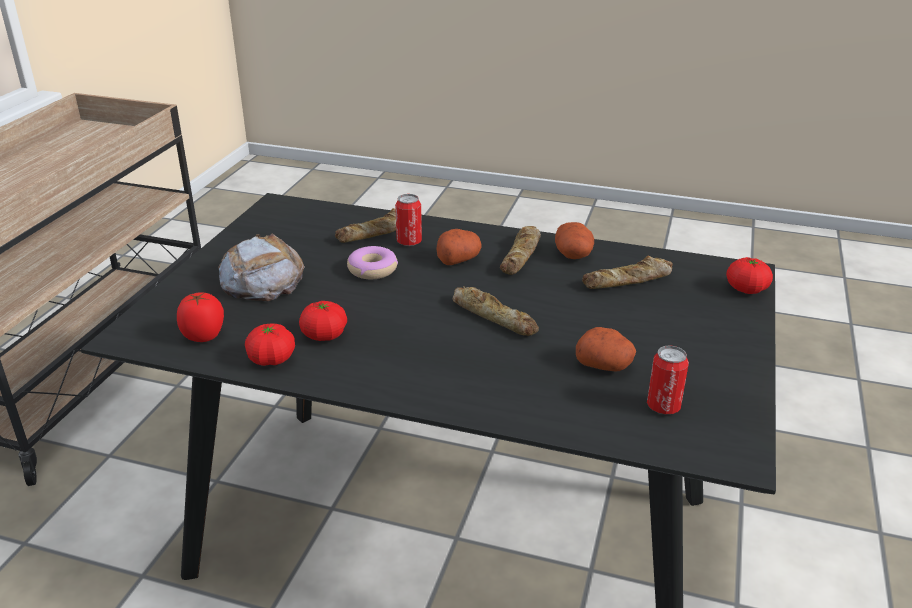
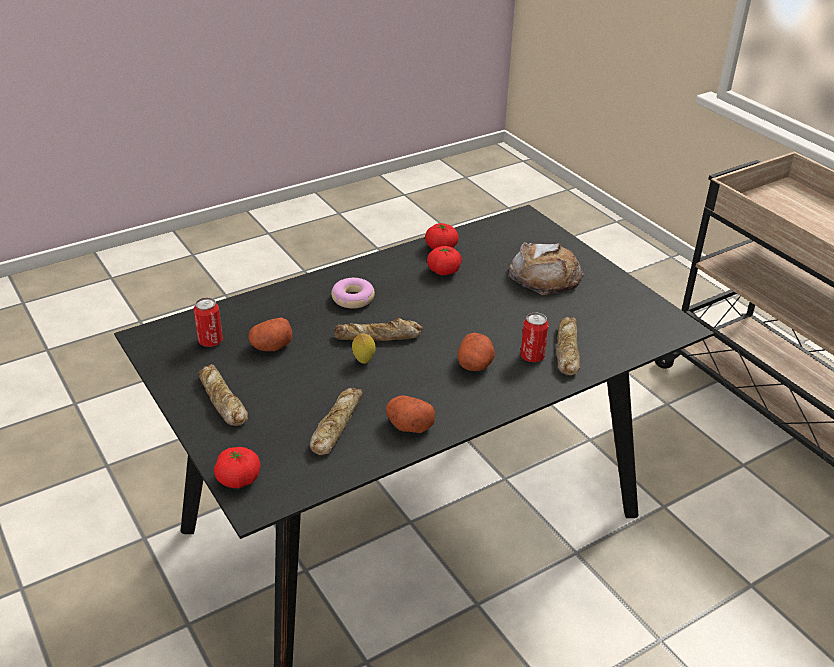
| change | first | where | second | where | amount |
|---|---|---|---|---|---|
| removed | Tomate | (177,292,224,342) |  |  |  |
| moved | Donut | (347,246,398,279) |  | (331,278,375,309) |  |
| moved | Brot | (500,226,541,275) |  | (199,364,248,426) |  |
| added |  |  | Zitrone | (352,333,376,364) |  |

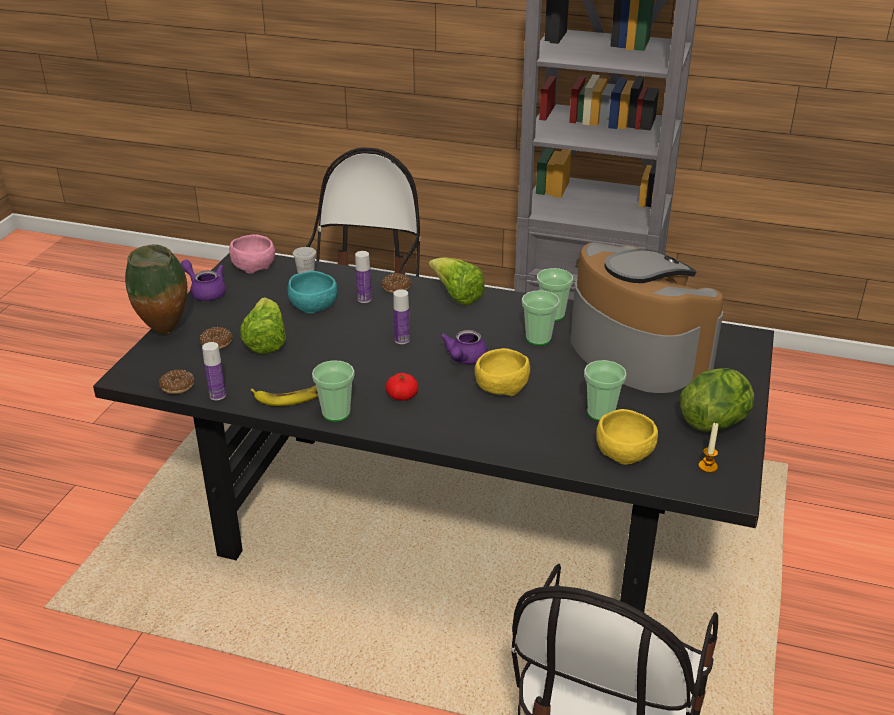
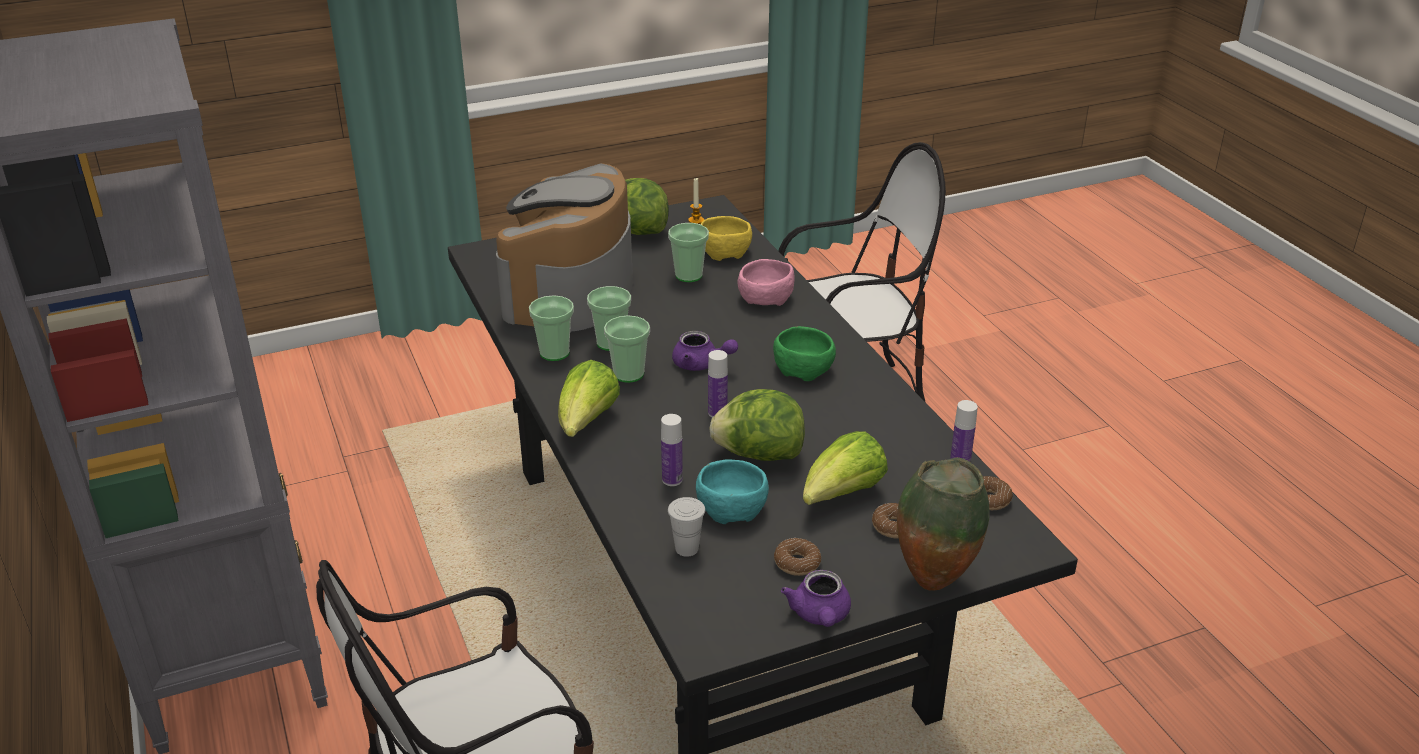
| change | first | where | second | where | amount |
|---|---|---|---|---|---|
| moved | Schüssel [rosa] | (229,234,275,274) |  | (737,259,795,306) |  |
| removed | Banane | (251,385,318,406) |  |  |  |
| moved | Tasse | (312,360,354,422) |  | (604,315,650,383) |  |
| moved | Donut | (381,273,411,293) |  | (774,538,821,576) |  |
| replaced | Tomate | (386,373,418,401) | Schüssel [grün] | (773,326,836,381) |  |
| turned | Teekanne [lila] | (440,330,488,364) |  | (672,331,738,371) | 45 degrees clockwise |
| removed | Schüssel [gelb] | (475,348,530,396) |  |  |  |
| added |  |  | Salatkopf | (709,389,805,461) |  |

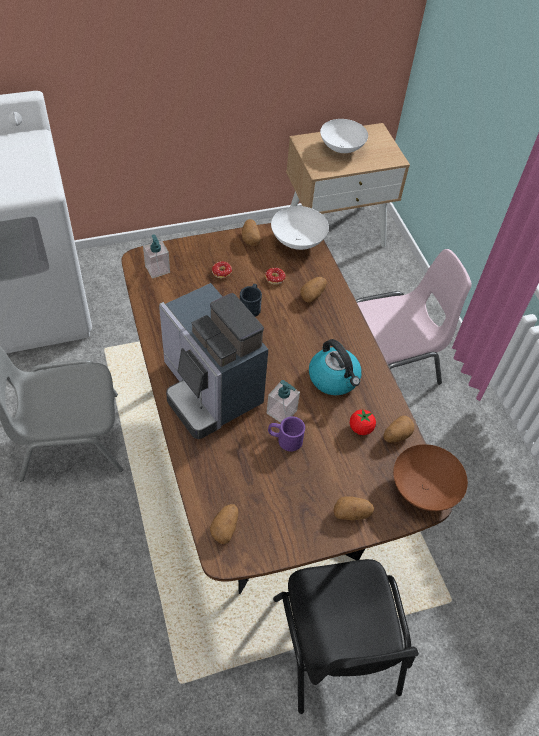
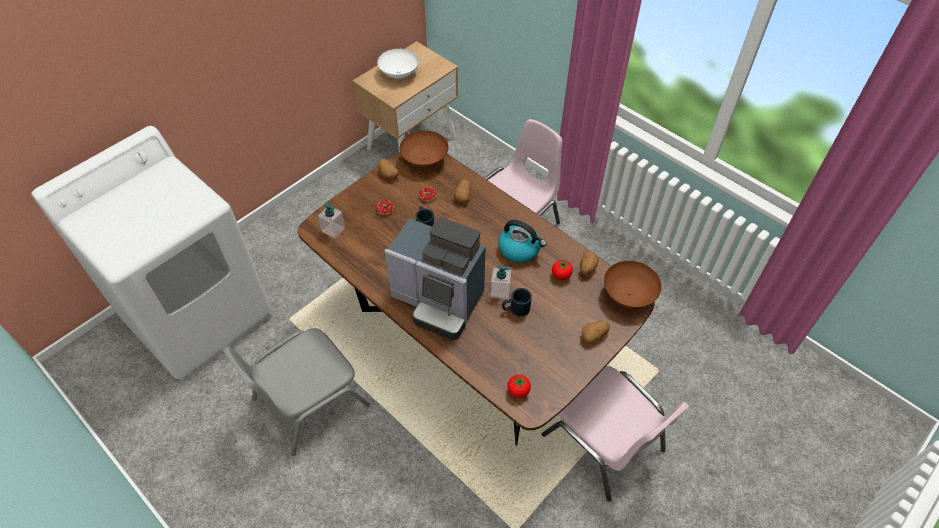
| change | first | where | second | where | amount |
|---|---|---|---|---|---|
| replaced | Kartoffel | (210,504,238,544) | Tomate | (507,374,531,398) |  |
| recoloured | Henkelbecher [lila] | (268,416,305,451) | Henkelbecher [schwarz] | (502,288,532,316) |  |
| recoloured | Schüssel [weiß] | (271,206,329,250) | Schüssel [braun] | (400,131,449,168) |  |
| recoloured | Stuhl [schwarz] | (273,559,419,714) | Stuhl [rosa] | (542,366,689,502) |  |

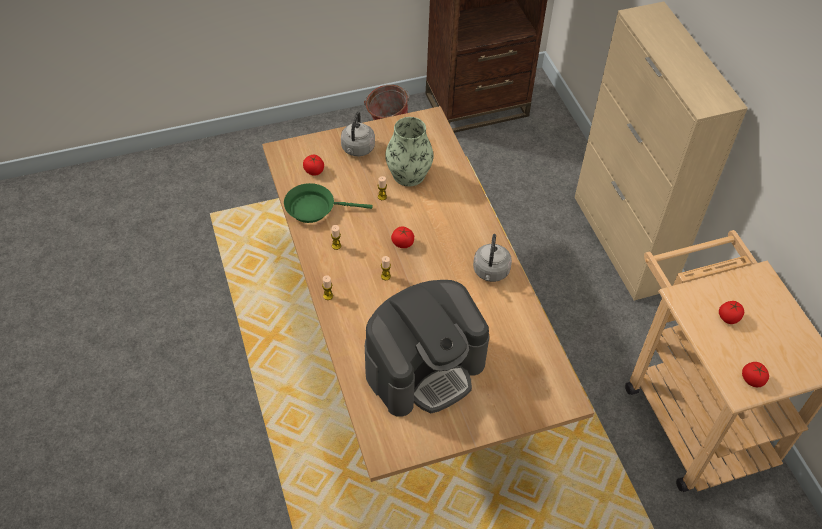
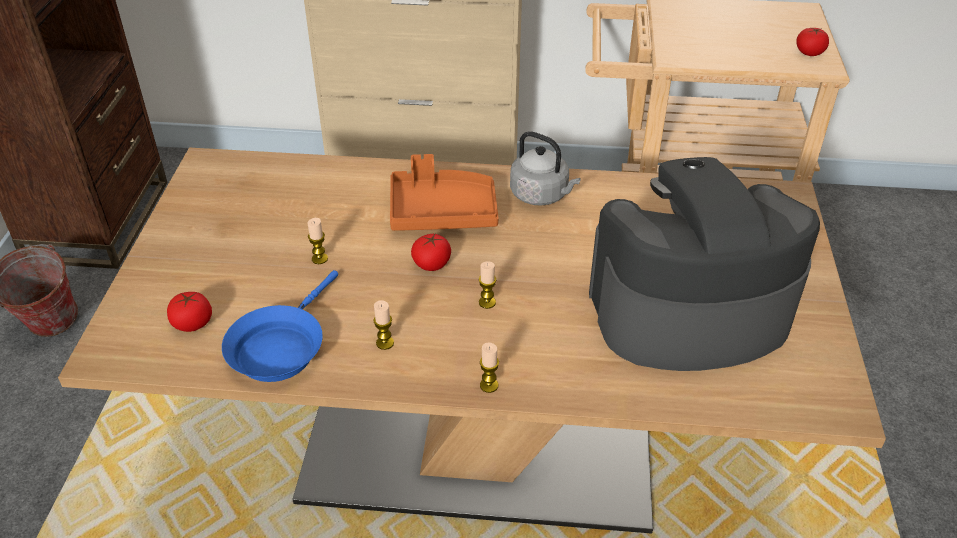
| change | first | where | second | where | amount |
|---|---|---|---|---|---|
| recoloured | Pfanne [grün] | (284,183,373,223) | Pfanne [blau] | (222,270,338,382) |  |
| removed | Wasserkessel [grau] | (341,112,375,156) |  |  |  |
| turned | Kaffeemaschine | (365,280,489,417) |  | (589,157,820,371) | 90 degrees counterclockwise |
| removed | Vase | (385,117,434,186) |  |  |  |
| removed | Tomate | (719,301,744,324) |  |  |  |
| added |  |  | Tablett [orange] | (390,154,499,231) |  |

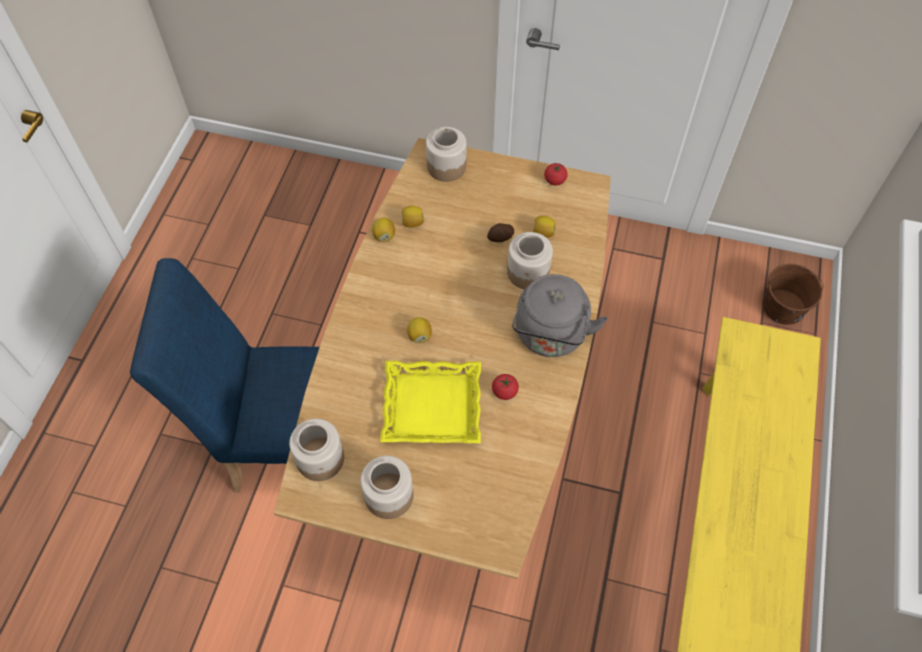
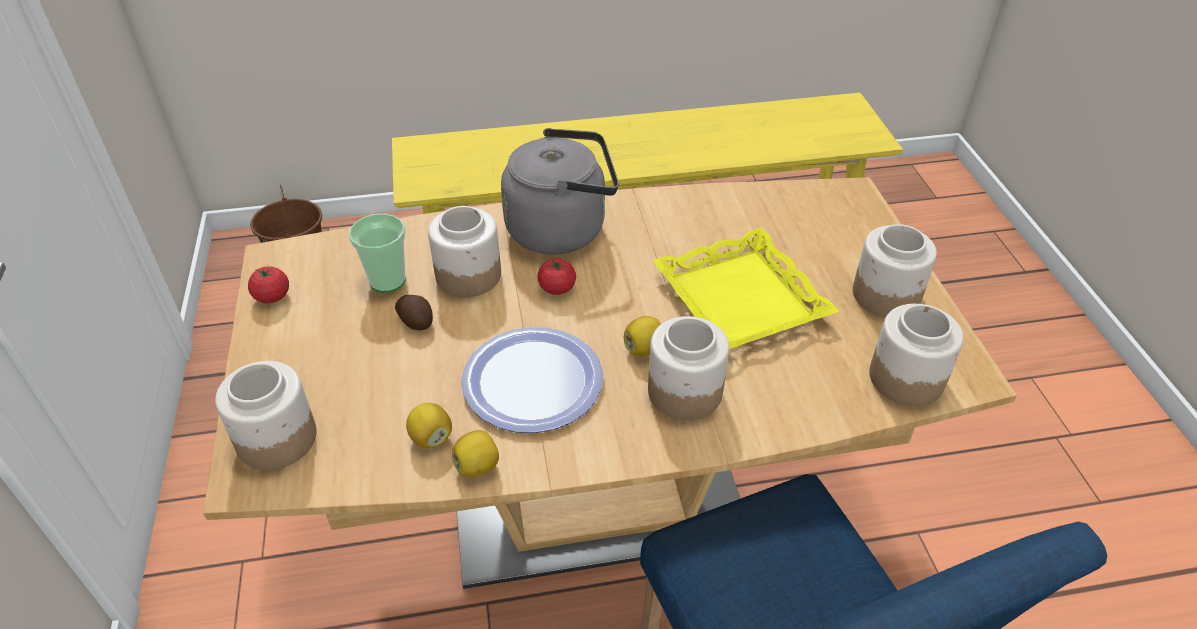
| change | first | where | second | where | amount |
|---|---|---|---|---|---|
| moved | Tomate | (492,374,519,400) |  | (537,258,576,295) |  |
| replaced | Zitrone | (533,216,555,238) | Tasse | (349,214,406,293) |  |
| added |  |  | Teller | (461,327,603,433) |  |
| added |  |  | Vorratsglas | (648,316,729,420) |  |

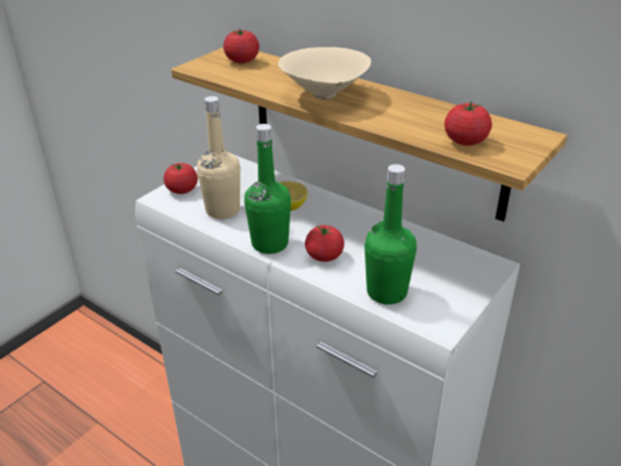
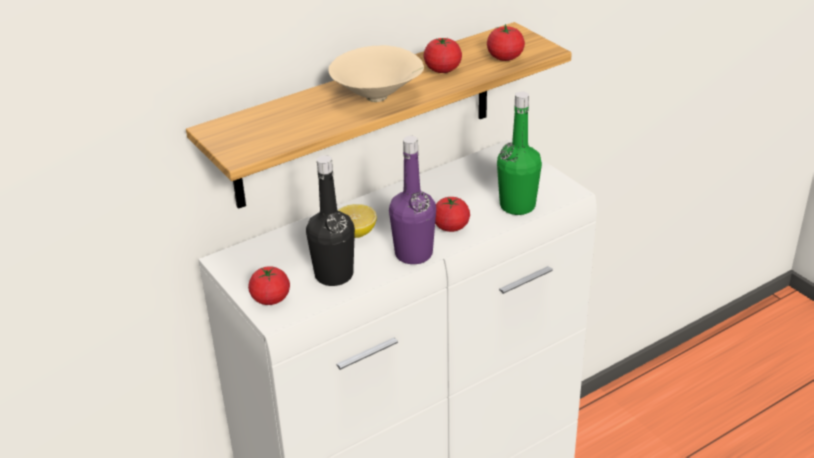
| change | first | where | second | where | amount |
|---|---|---|---|---|---|
| recoloured | Flasche [beige] | (197,96,240,219) | Flasche [schwarz] | (306,155,355,286) |  |
| moved | Tomate | (223,29,259,63) |  | (423,38,462,73) |  |
| recoloured | Flasche [grün] | (244,124,291,254) | Flasche [lila] | (389,136,436,264) |  |

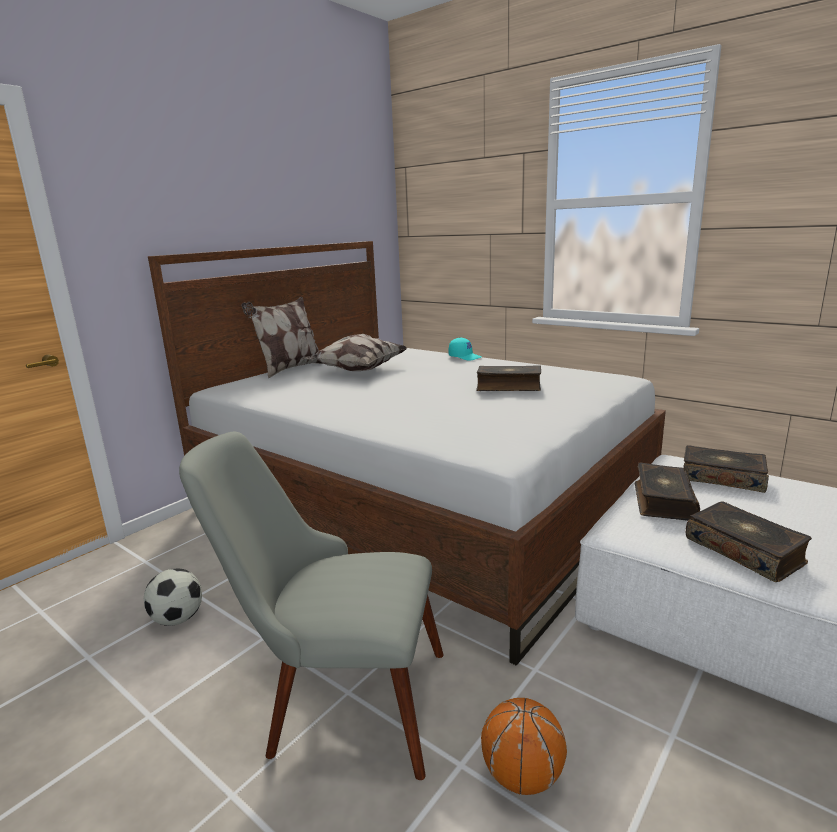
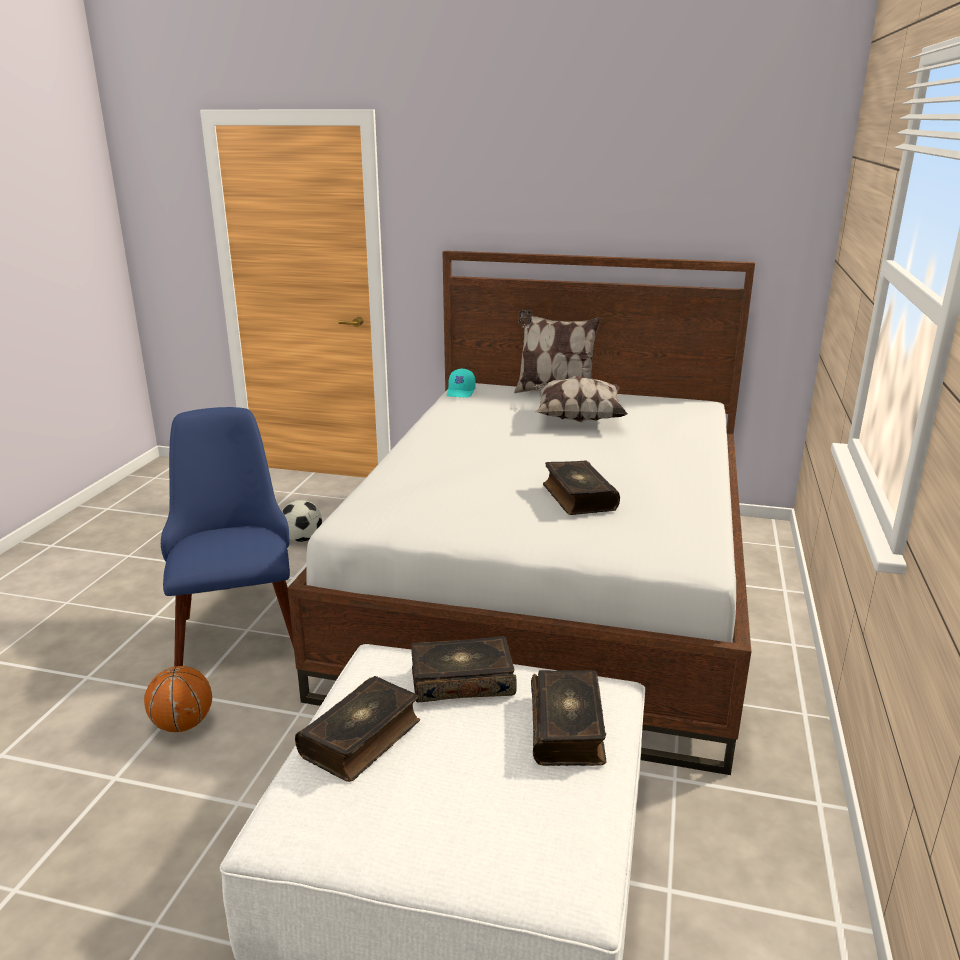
| change | first | where | second | where | amount |
|---|---|---|---|---|---|
| recoloured | Stuhl [grau] | (179,432,443,780) | Stuhl [blau] | (161,407,294,667) |  |
| moved | Kappe [türkis] | (449,337,482,361) |  | (447,369,476,398) |  |

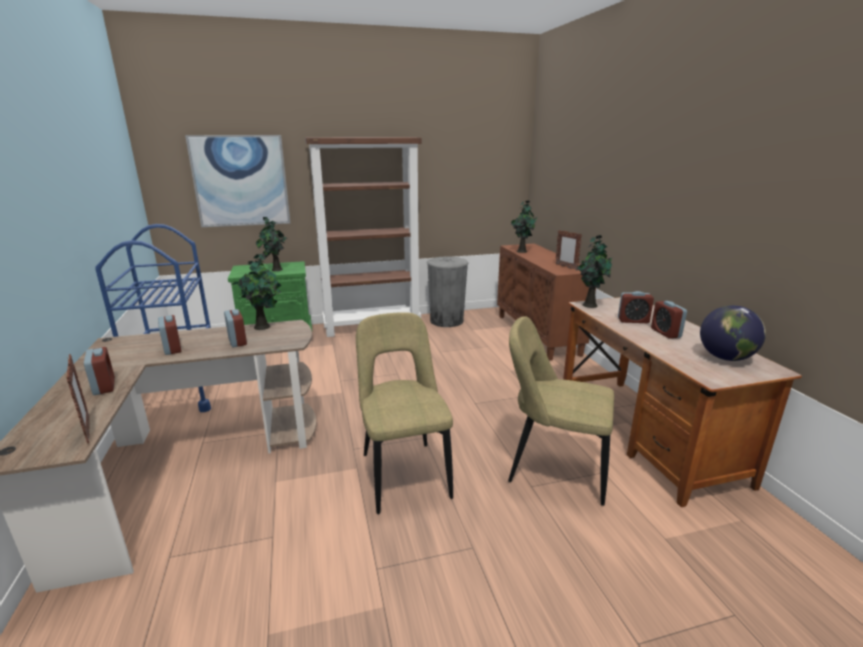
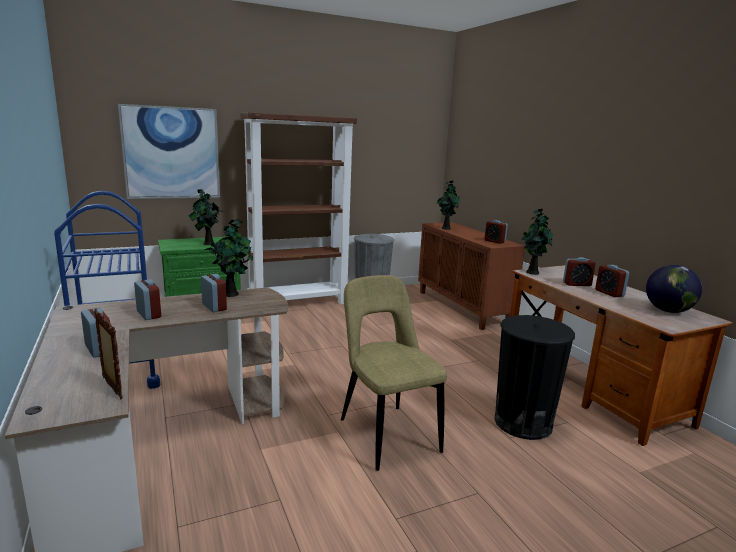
| change | first | where | second | where | amount |
|---|---|---|---|---|---|
| replaced | Stuhl [beige] | (508,316,614,506) | Mülleimer [schwarz] | (494,315,575,440) |  |
| replaced | Bilderrahmen | (555,230,582,269) | Wecker | (485,220,508,244) |  |

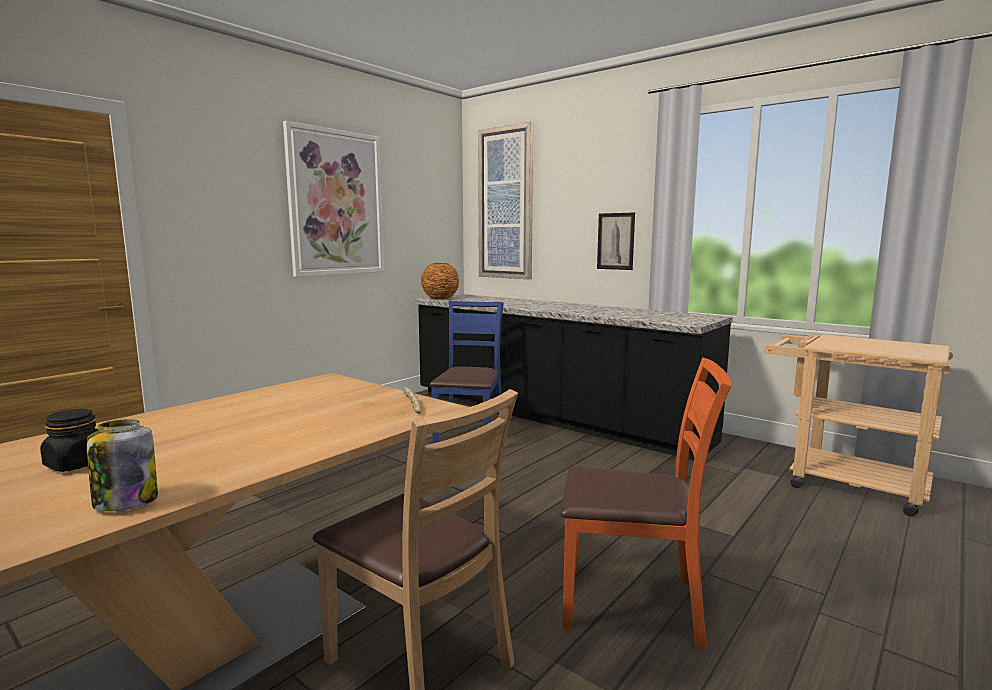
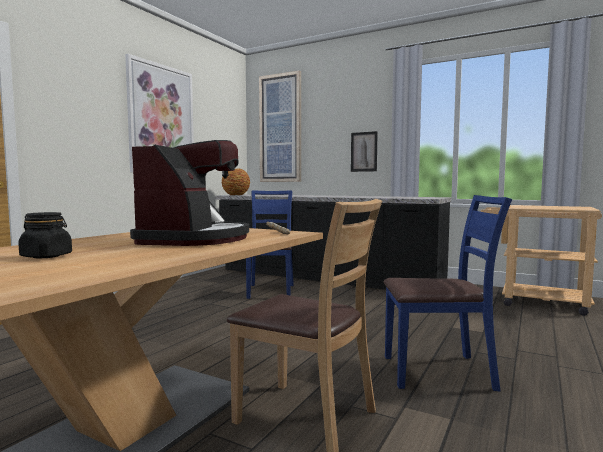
| change | first | where | second | where | amount |
|---|---|---|---|---|---|
| removed | Vorratsglas | (87,419,158,511) |  |  |  |
| recoloured | Stuhl [orange] | (561,358,732,651) | Stuhl [blau] | (384,195,512,392) |  |
| added |  |  | Kaffeemaschine | (130,140,249,246) |  |

